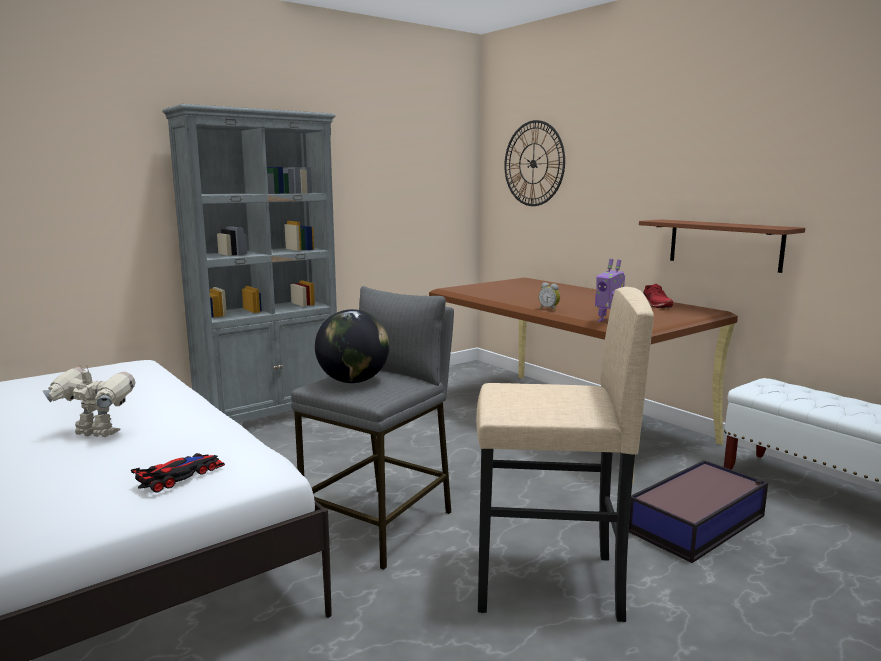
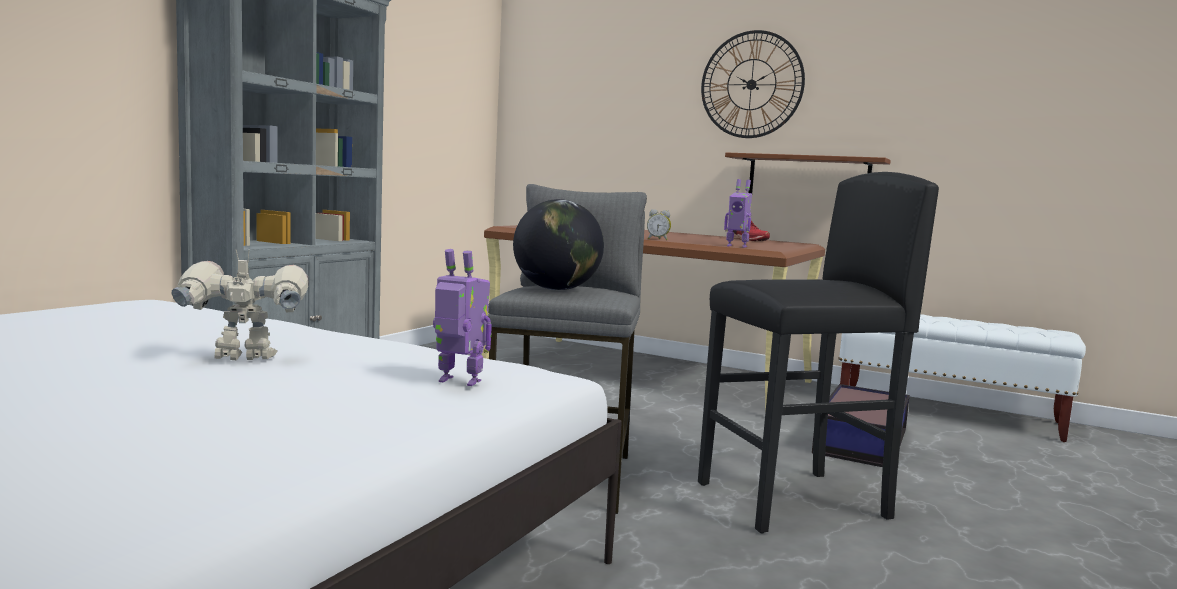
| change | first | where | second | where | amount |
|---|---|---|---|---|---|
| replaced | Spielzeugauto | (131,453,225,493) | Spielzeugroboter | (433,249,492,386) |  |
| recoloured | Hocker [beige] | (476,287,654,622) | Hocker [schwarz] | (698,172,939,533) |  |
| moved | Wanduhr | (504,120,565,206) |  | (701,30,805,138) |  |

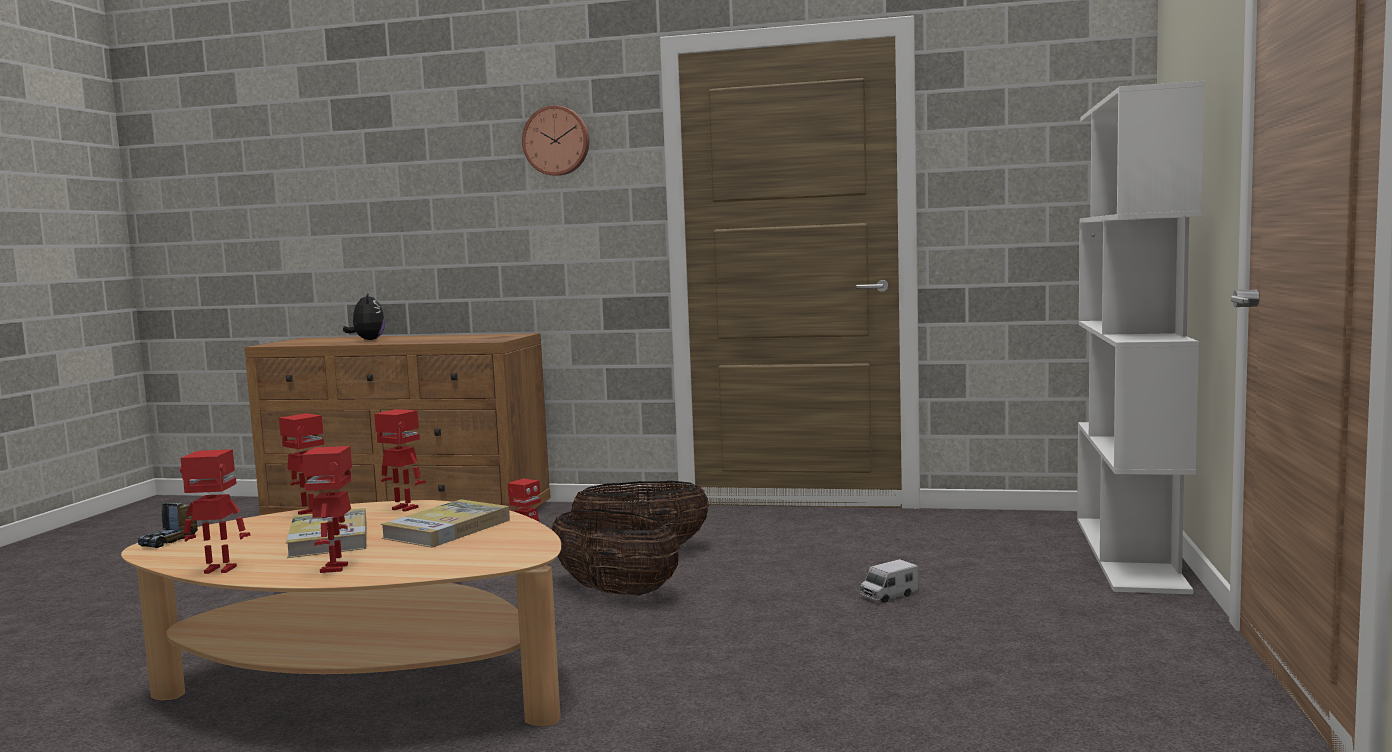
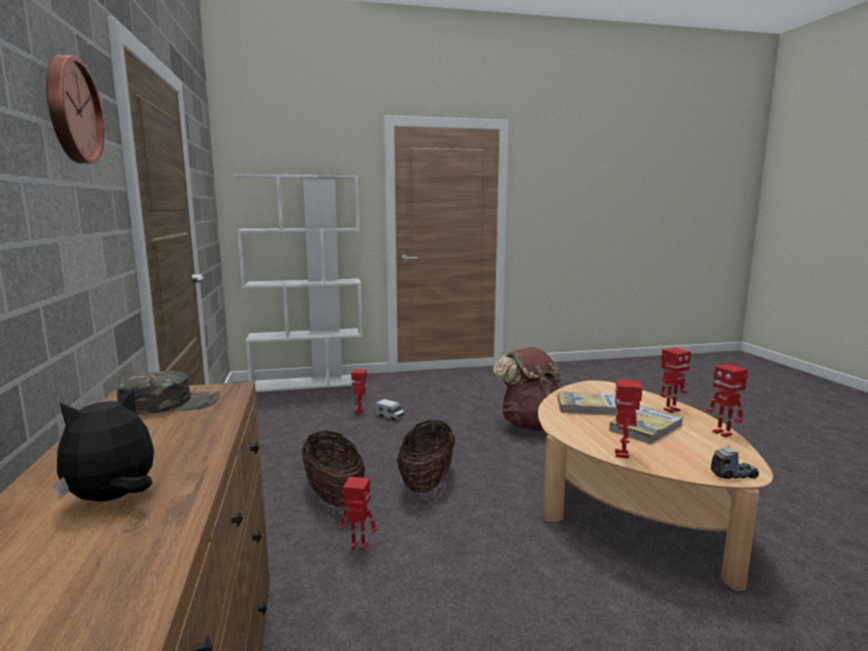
| change | first | where | second | where | amount |
|---|---|---|---|---|---|
| moved | Spielzeugroboter | (374,409,426,512) |  | (351,369,367,414) |  |
| added |  |  | Kappe [grün] | (117,370,220,415) |  |
| added |  |  | Rucksack [braun] | (493,347,564,431) |  |

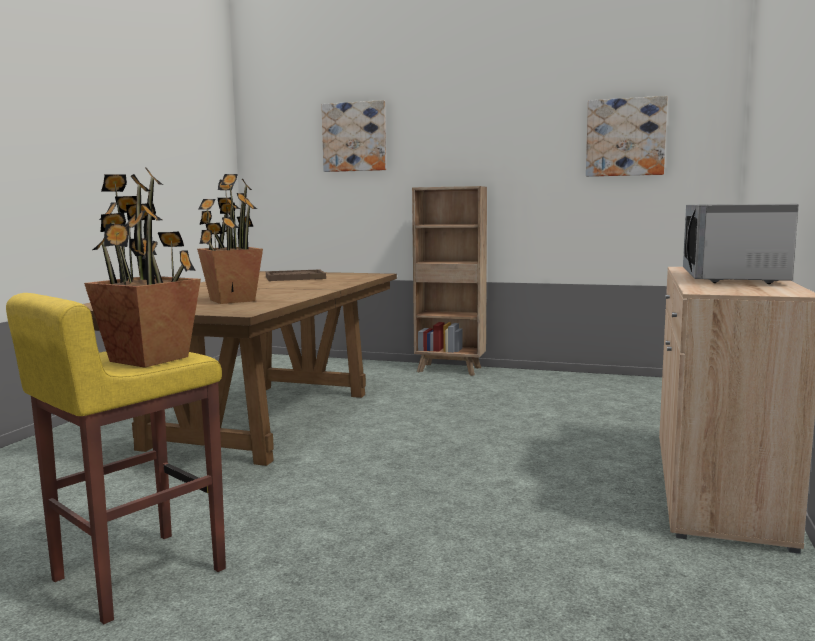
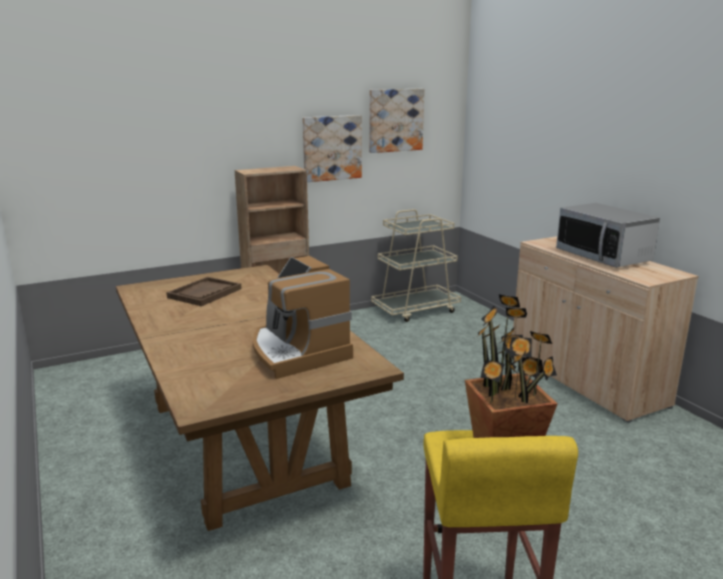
| change | first | where | second | where | amount |
|---|---|---|---|---|---|
| replaced | Topfpflanze | (197,174,263,304) | Kaffeemaschine | (253,256,353,379) |  |
| moved | Bild | (321,100,386,172) |  | (303,115,362,182) |  |
| added |  |  | Rollwagen [beige] | (371,209,461,322) |  |

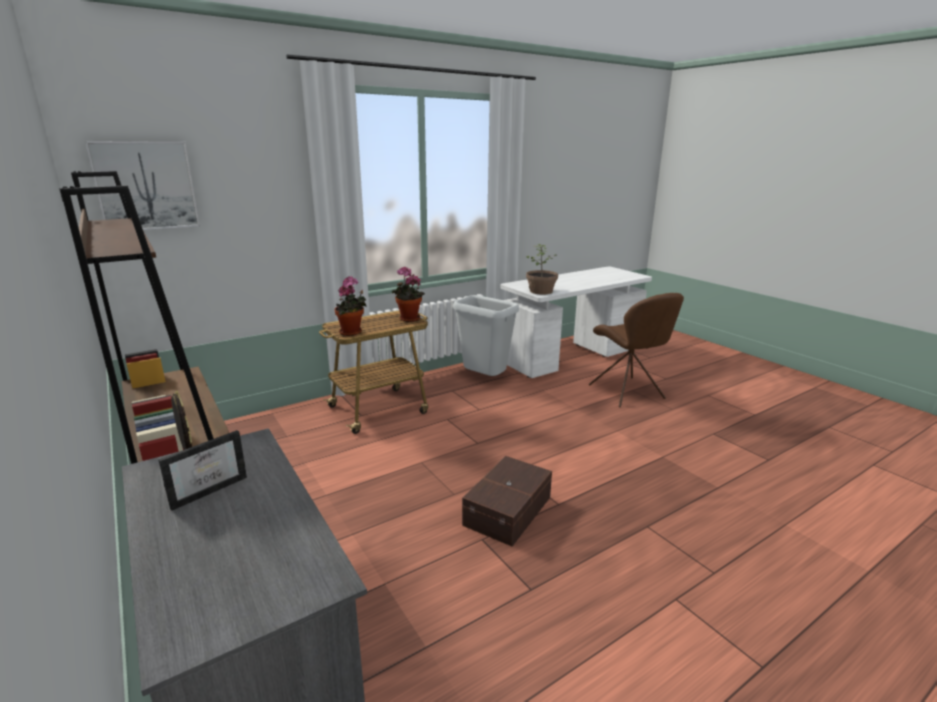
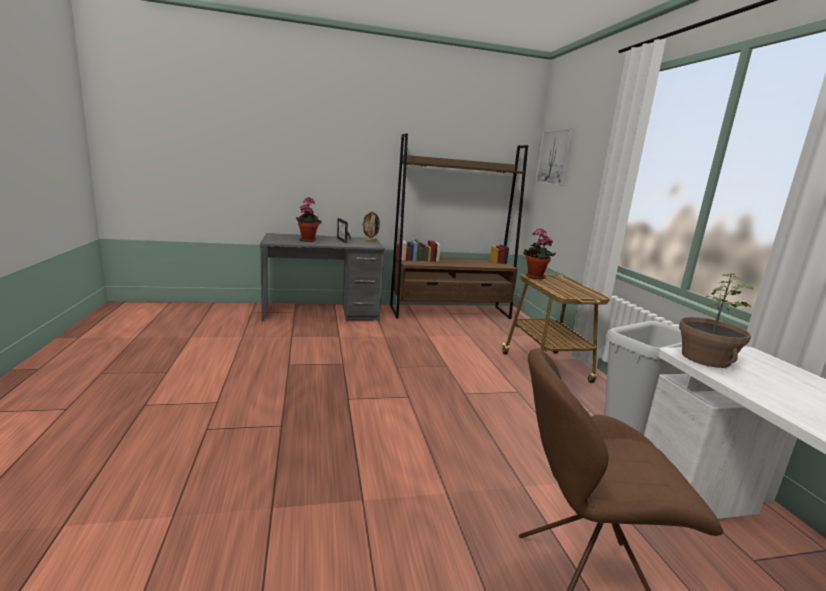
| change | first | where | second | where | amount |
|---|---|---|---|---|---|
| moved | Topfpflanze | (392,266,425,322) |  | (296,197,322,242) |  |
| removed | Aufbewahrungsbox [braun] | (462,456,552,546) |  |  |  |

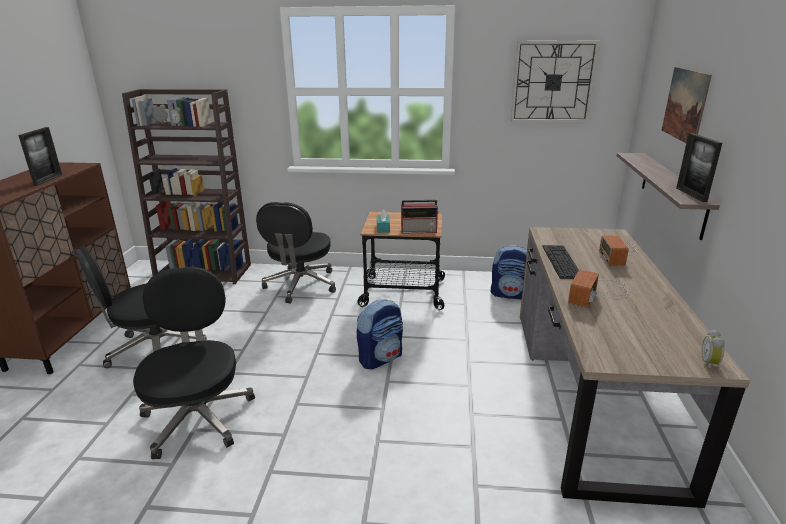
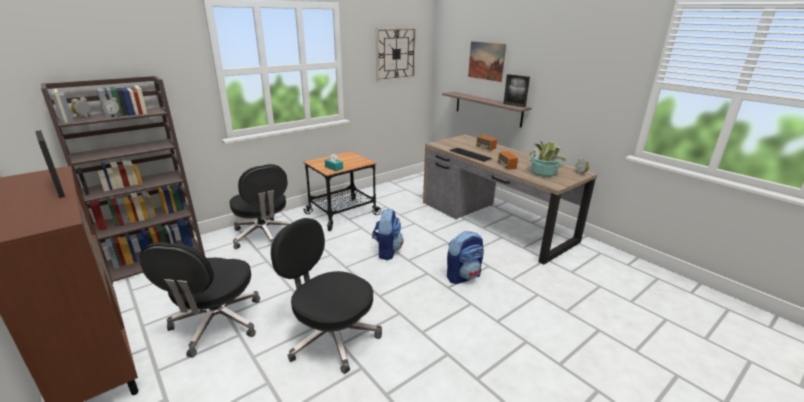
| change | first | where | second | where | amount |
|---|---|---|---|---|---|
| removed | Radio | (401,200,439,234) |  |  |  |
| moved | Rucksack | (491,245,527,299) |  | (447,231,484,284) |  |
| added |  |  | Topfpflanze | (528,141,567,177) |  |

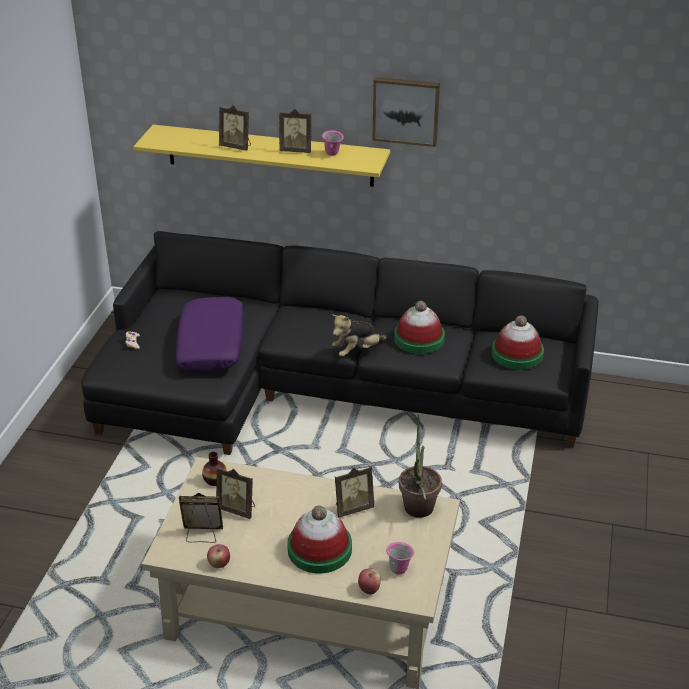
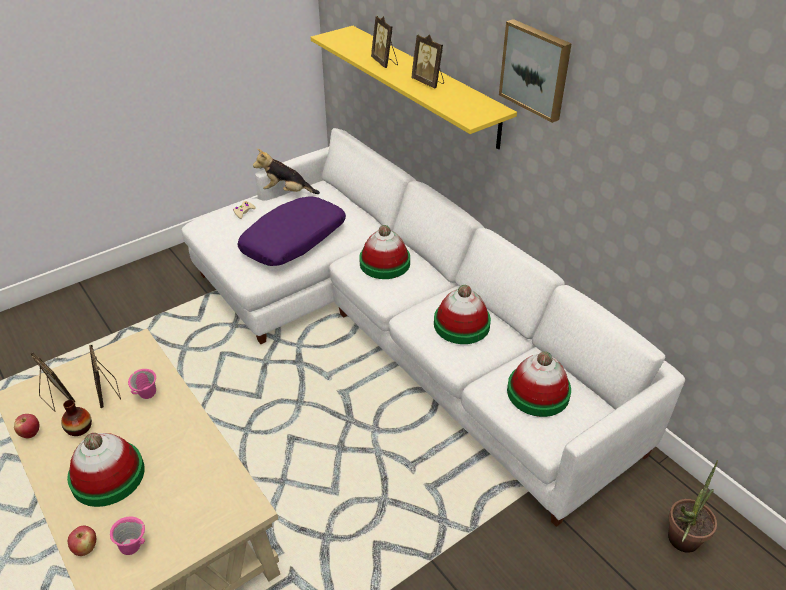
| change | first | where | second | where | amount |
|---|---|---|---|---|---|
| recoloured | Sofa [schwarz] | (81,231,599,455) | Sofa [weiß] | (181,128,685,527) |  |
| moved | Vase | (202,452,227,486) |  | (61,400,92,436) |  |
| moved | Henkelbecher [rosa] | (322,130,344,156) |  | (128,369,156,399) |  |
| moved | Plüschtier | (332,315,389,357) |  | (253,149,320,194) |  |
| removed | Bilderrahmen | (335,467,374,518) |  |  |  |
| moved | Topfpflanze | (399,414,442,518) |  | (668,460,718,553) |  |
| added |  |  | Hut | (359,225,410,279) |  |

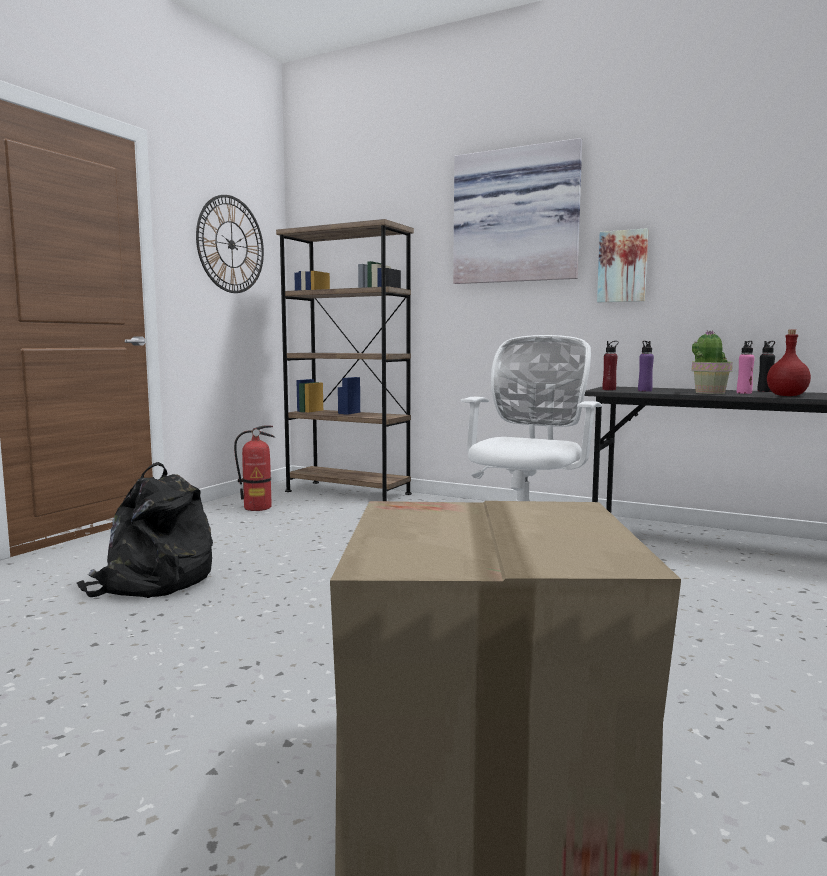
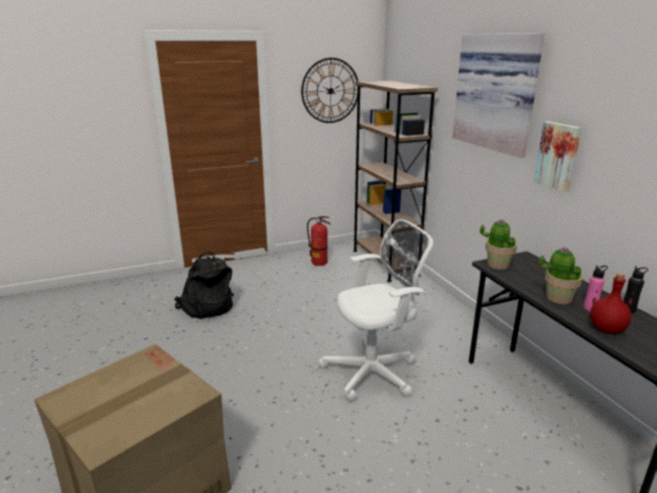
| change | first | where | second | where | amount |
|---|---|---|---|---|---|
| replaced | Flasche [rot] | (602,341,619,390) | Topfpflanze | (480,219,517,270) |  |
| removed | Flasche [lila] | (638,341,654,392) |  |  |  |

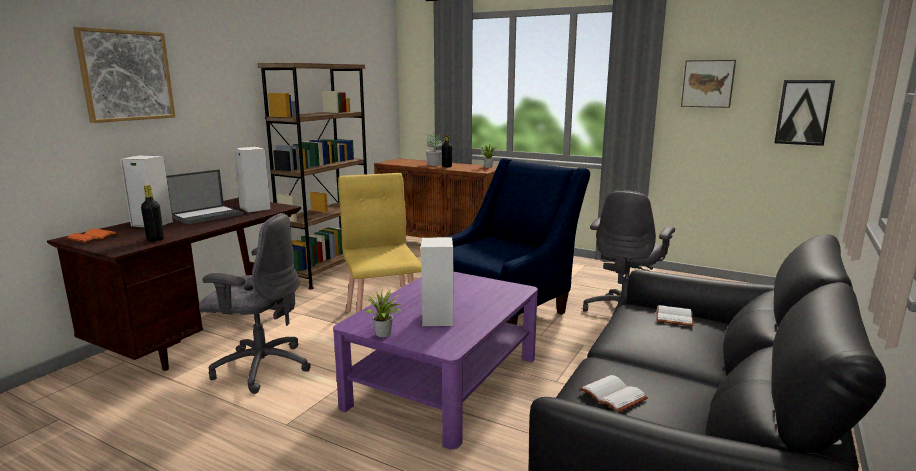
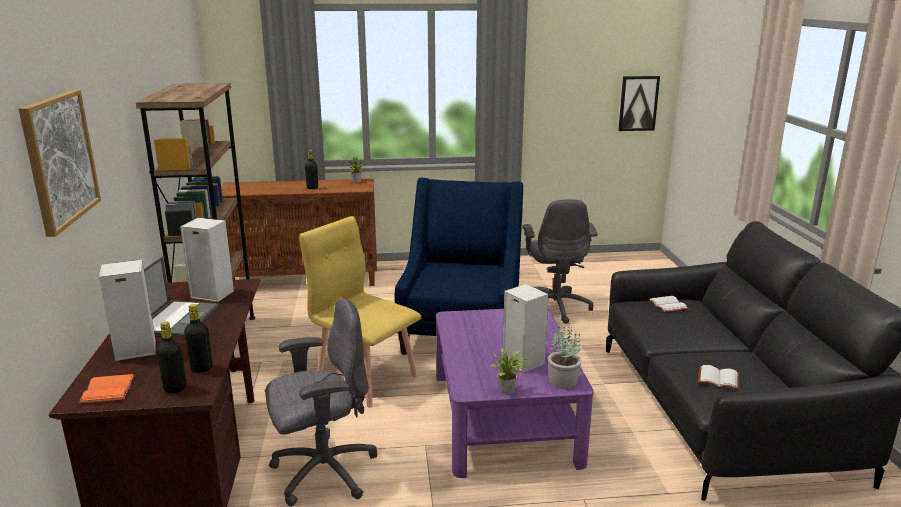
| change | first | where | second | where | amount |
|---|---|---|---|---|---|
| moved | Topfpflanze | (426,133,442,166) |  | (548,323,582,389) |  |
| removed | Bild | (681,60,736,108) |  |  |  |
| added |  |  | Flasche [schwarz] | (156,321,186,393) |  |

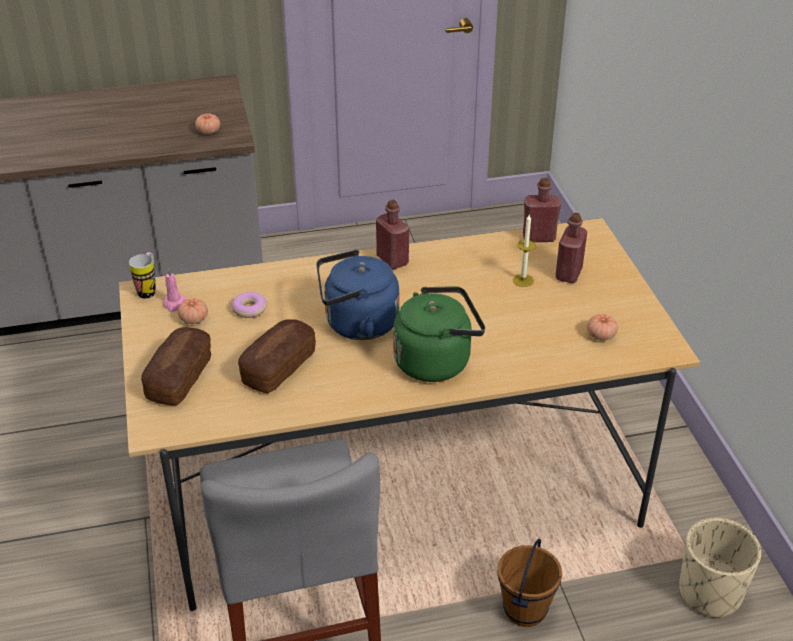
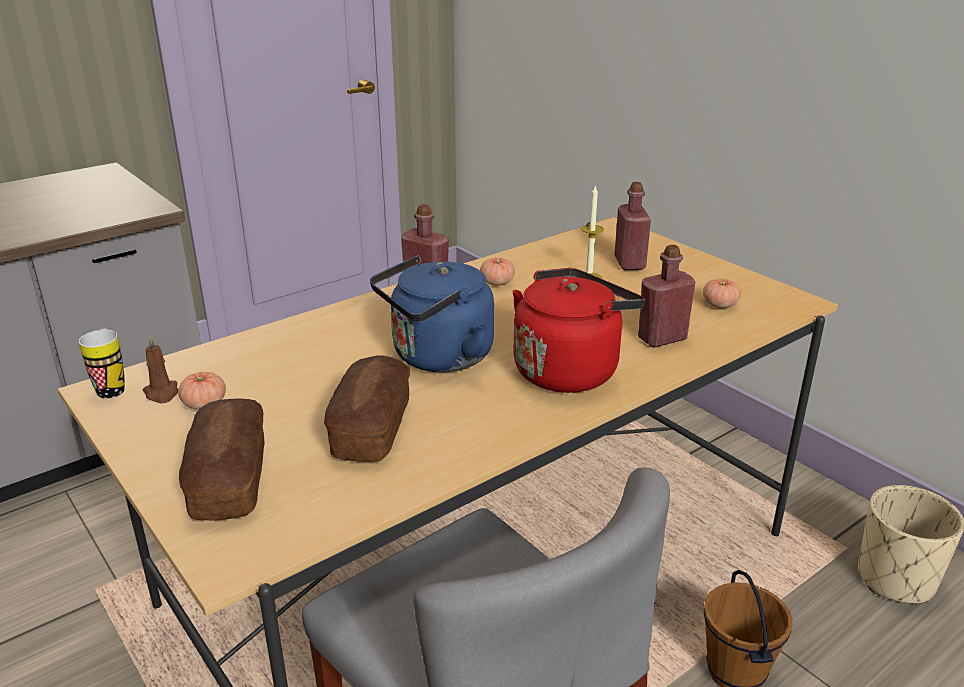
| change | first | where | second | where | amount |
|---|---|---|---|---|---|
| recoloured | Kerze [rosa] | (163,268,186,312) | Kerze [braun] | (143,335,178,403) |  |
| moved | Tomate | (195,114,220,134) |  | (480,257,515,286) |  |
| removed | Donut | (232,292,267,318) |  |  |  |
| recoloured | Wasserkessel [grün] | (393,286,485,382) | Wasserkessel [rot] | (512,268,645,393) |  |
| moved | Flasche [rot] | (523,178,561,242) |  | (638,245,696,348) |  |

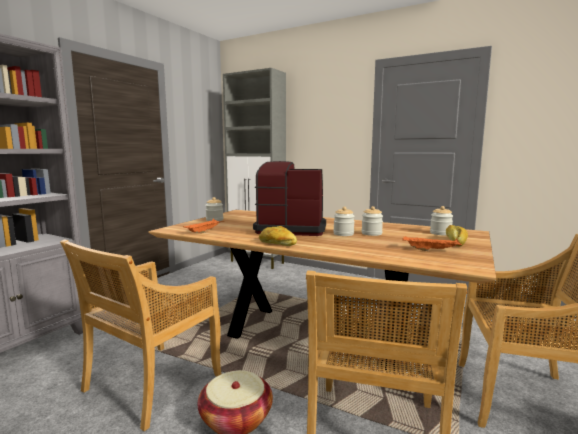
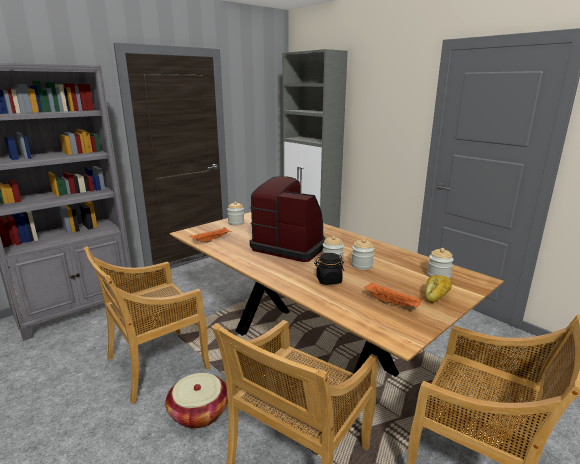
| change | first | where | second | where | amount |
|---|---|---|---|---|---|
| removed | Brot | (259,226,297,246) |  |  |  |
| added |  |  | Vorratsglas [schwarz] | (314,253,344,285) |  |

